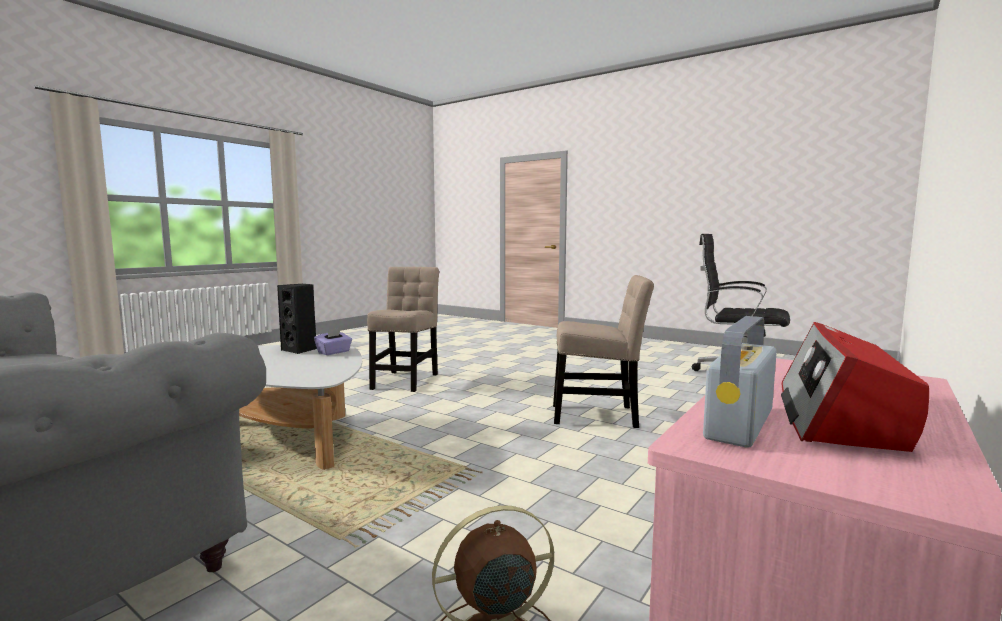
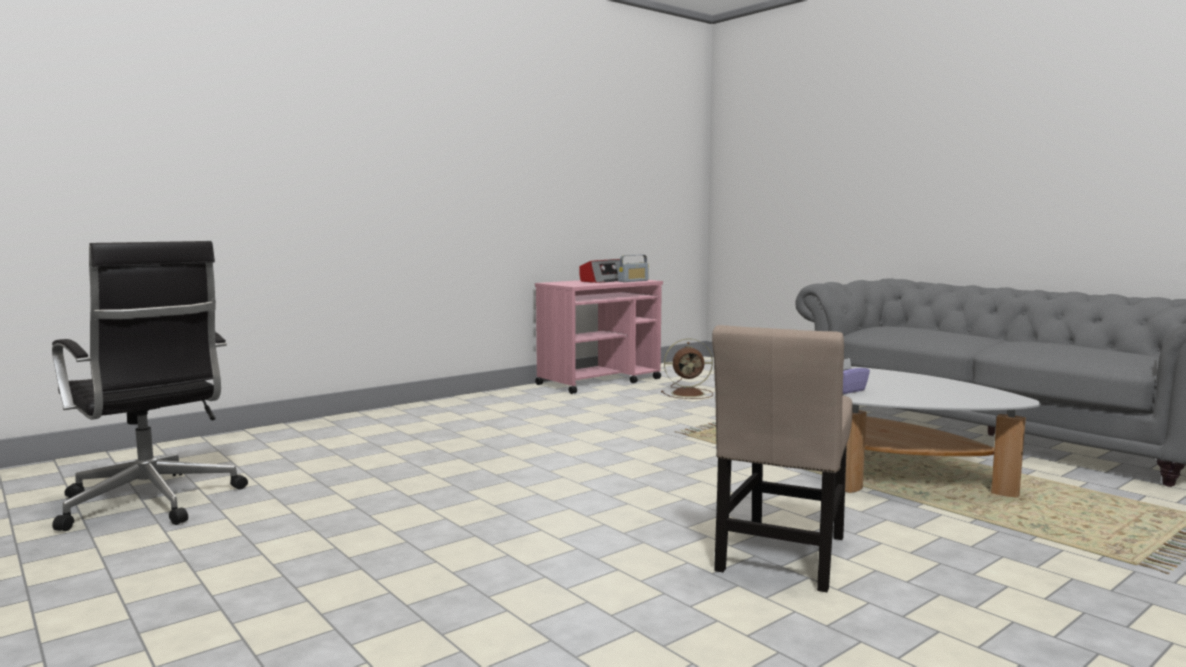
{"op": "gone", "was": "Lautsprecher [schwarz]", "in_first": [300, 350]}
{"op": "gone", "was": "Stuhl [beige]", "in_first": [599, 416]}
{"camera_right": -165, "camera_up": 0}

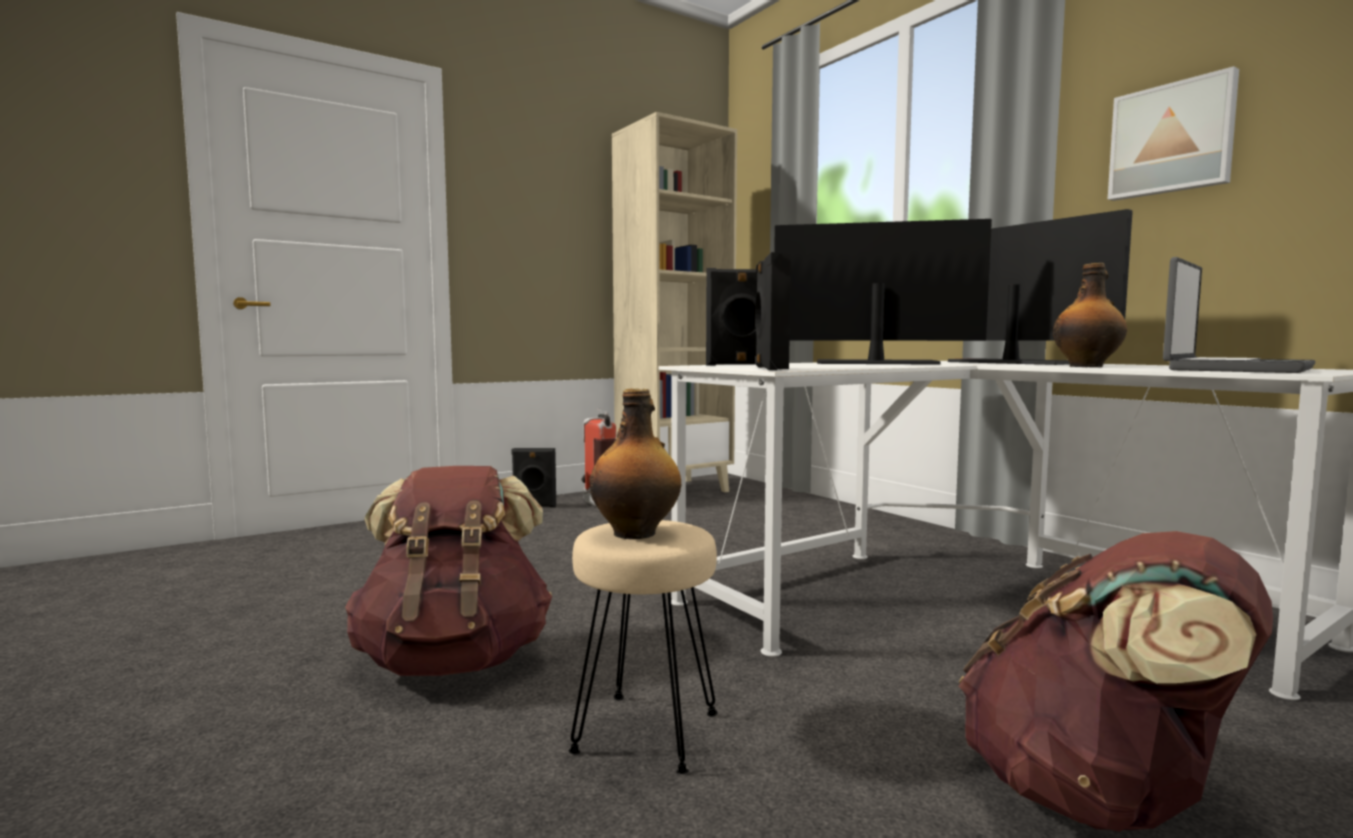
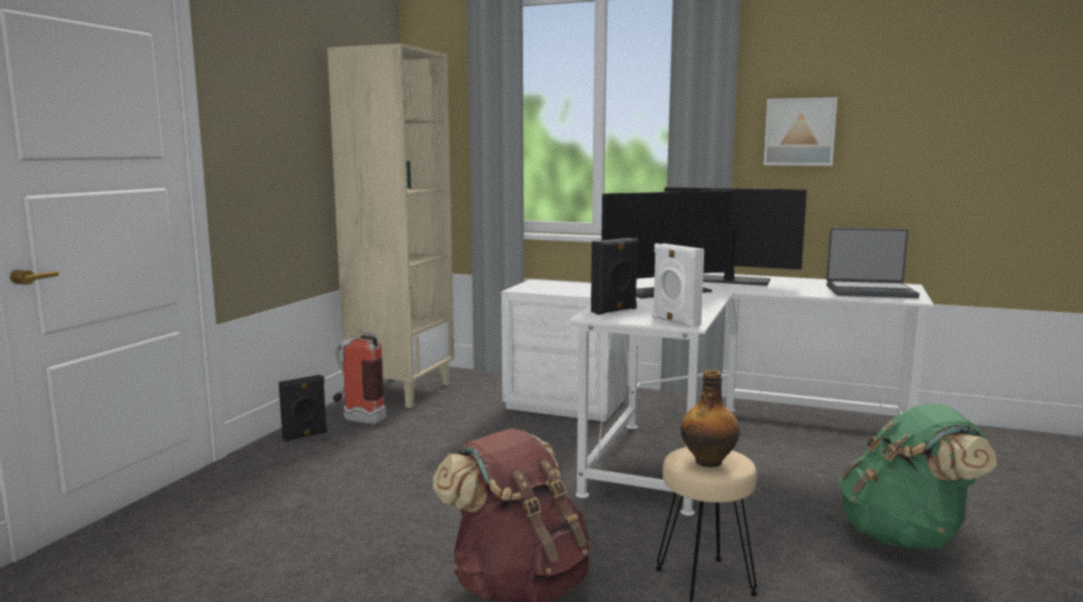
{"op": "repainted", "was": "Lautsprecher [schwarz]", "now": "Lautsprecher [weiß]", "in_first": [769, 368], "in_second": [674, 322]}
{"op": "repainted", "was": "Rucksack [braun]", "now": "Rucksack [grün]", "in_first": [1099, 797], "in_second": [905, 537]}
{"op": "gone", "was": "Flasche", "in_first": [1087, 366]}
{"op": "rotated", "was": "Laptop", "in_first": [1234, 369], "in_second": [870, 291], "clockwise": 90}
{"op": "new", "now": "Nachttisch [weiß]", "in_second": [566, 403]}
{"camera_right": -35, "camera_up": 5}

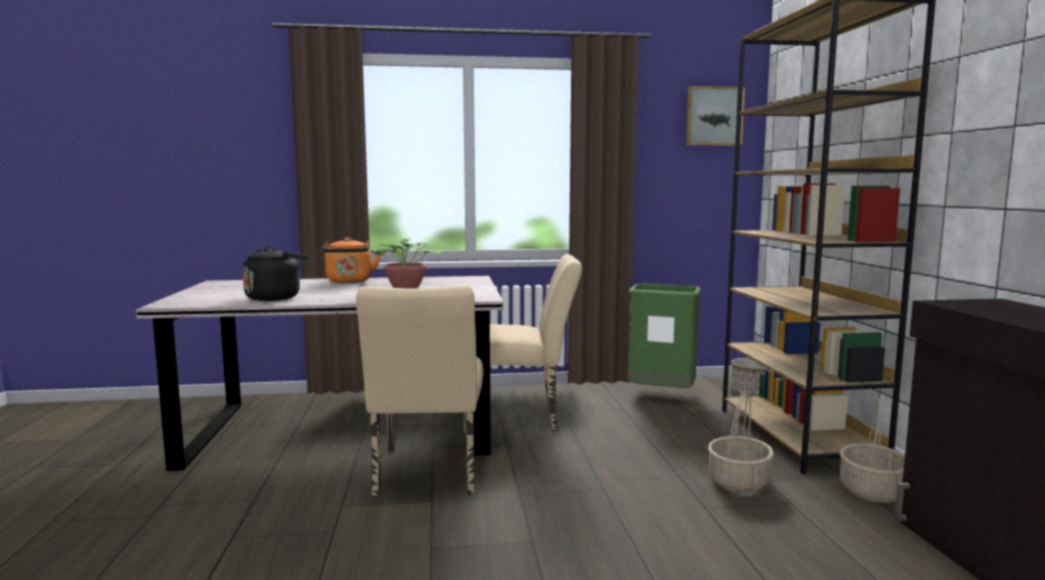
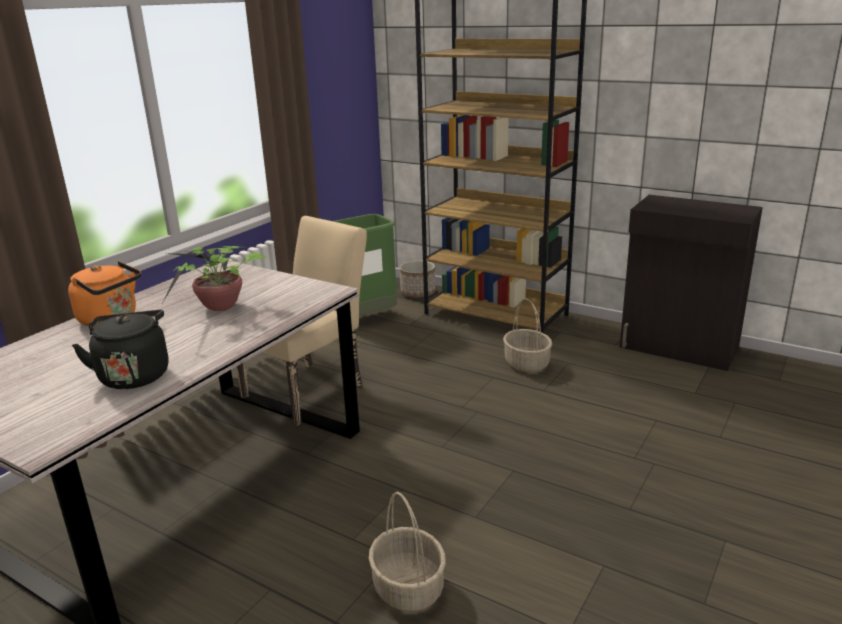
{"op": "gone", "was": "Stuhl [beige]", "in_first": [427, 475]}
{"op": "gone", "was": "Bild", "in_first": [713, 116]}
{"op": "shifted", "was": "Korb", "in_first": [871, 491], "in_second": [407, 587]}
{"camera_right": -50, "camera_up": 15}

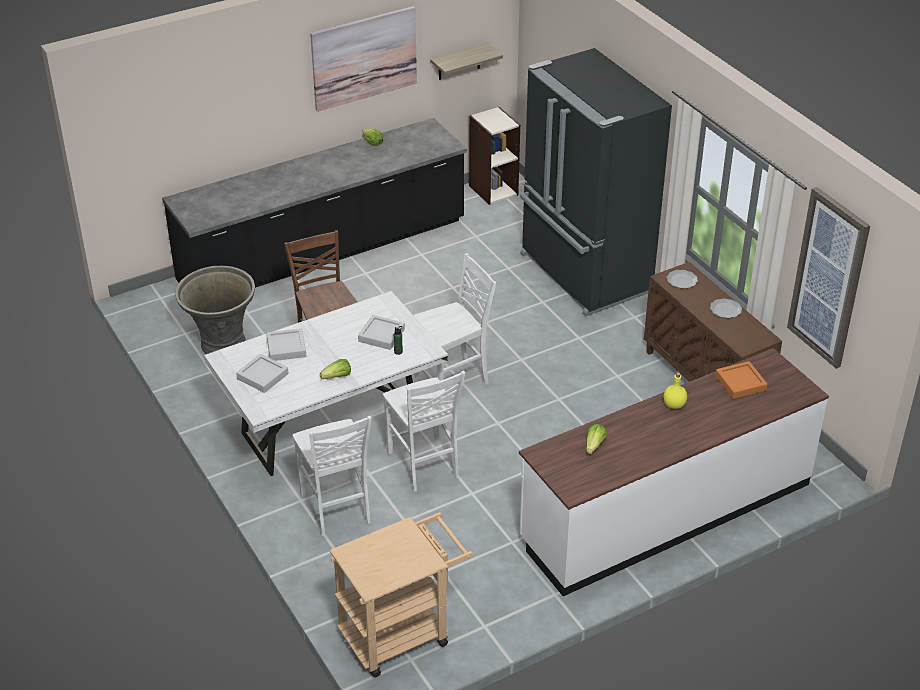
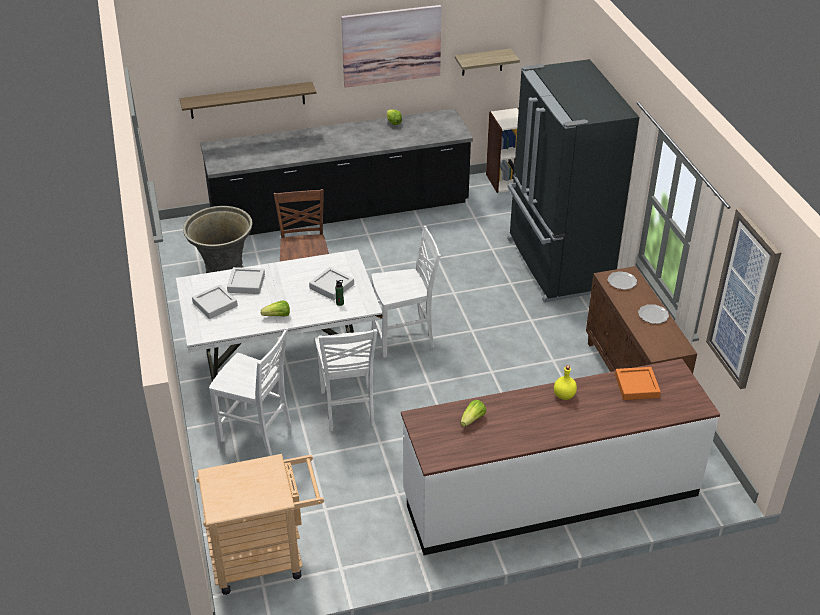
{"op": "rotated", "was": "Stuhl [weiß]", "in_first": [336, 509], "in_second": [257, 433], "clockwise": -60}
{"op": "new", "now": "Wandregal", "in_second": [247, 100]}
{"camera_right": 15, "camera_up": 0}

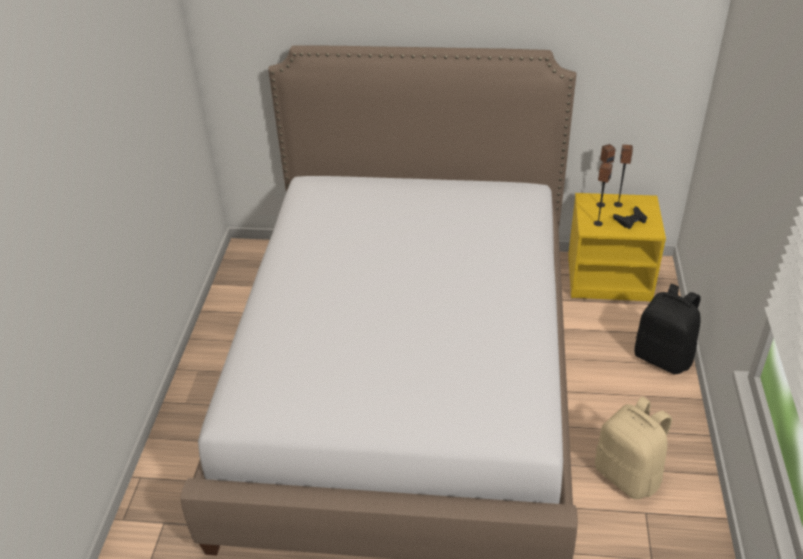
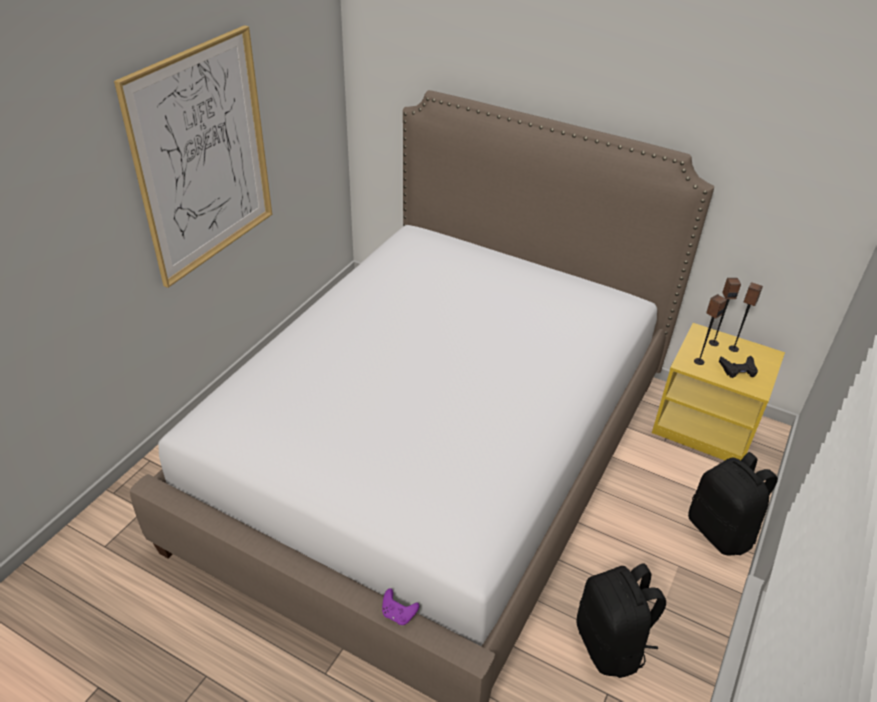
{"op": "repainted", "was": "Rucksack [beige]", "now": "Rucksack [schwarz]", "in_first": [629, 475], "in_second": [611, 645]}
{"op": "new", "now": "Bild", "in_second": [203, 157]}
{"op": "new", "now": "Gamepad [lila]", "in_second": [398, 614]}
{"camera_right": 20, "camera_up": 0}

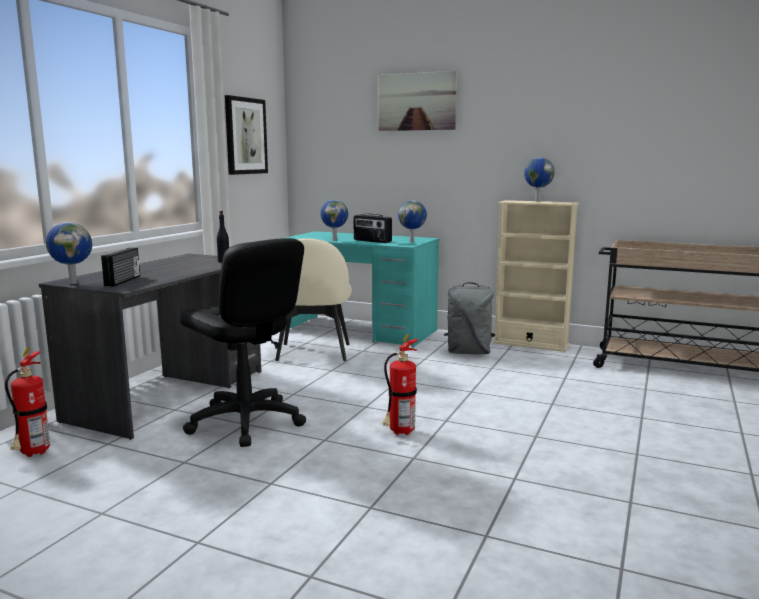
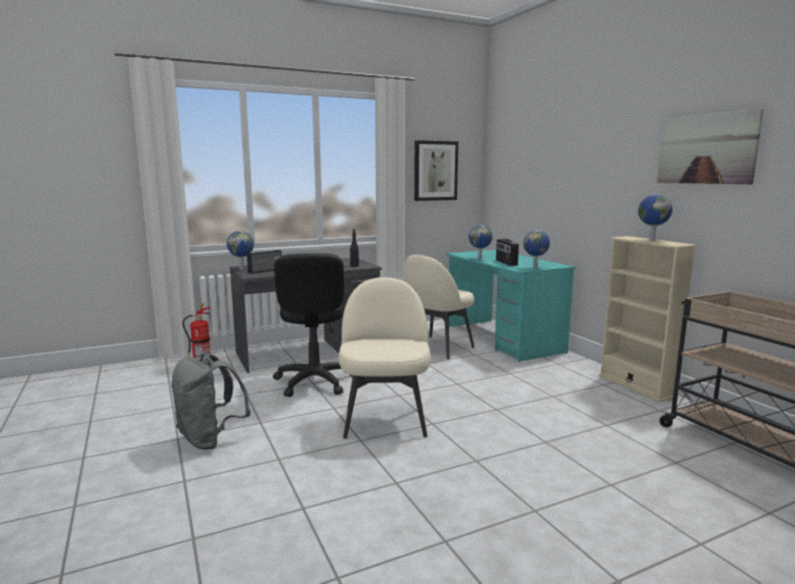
{"op": "shifted", "was": "Bild", "in_first": [416, 102], "in_second": [706, 149]}
{"op": "swapped", "was": "Feuerlöscher", "now": "Stuhl [beige]", "in_first": [399, 433], "in_second": [385, 420]}
{"op": "shifted", "was": "Rucksack [grau]", "in_first": [469, 352], "in_second": [210, 439]}
{"camera_right": 40, "camera_up": 0}

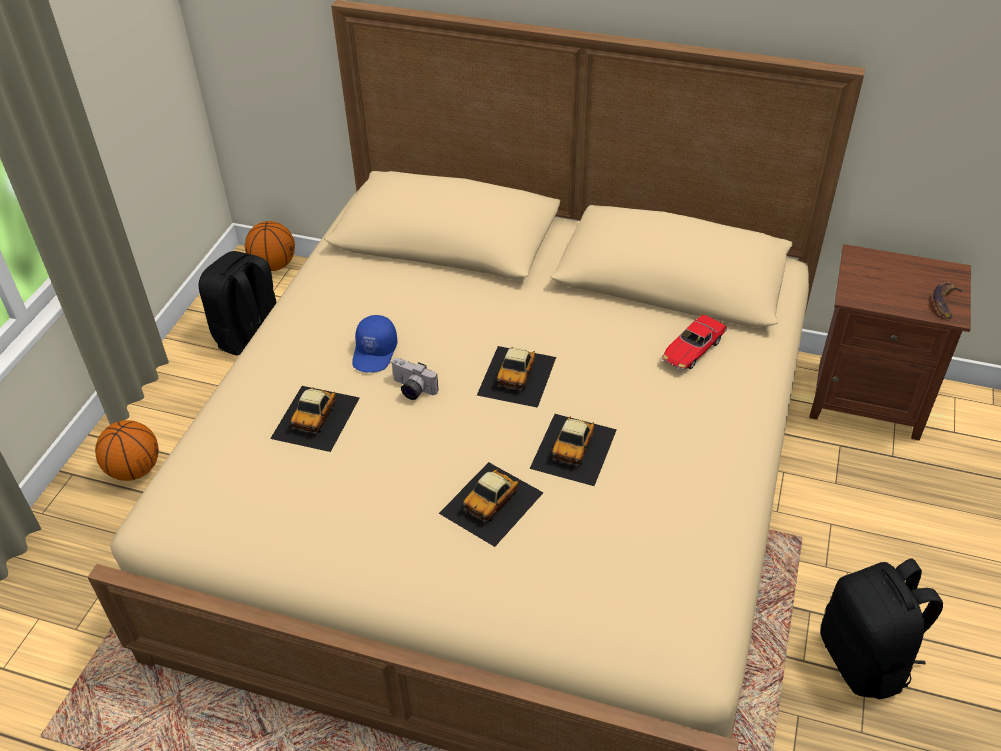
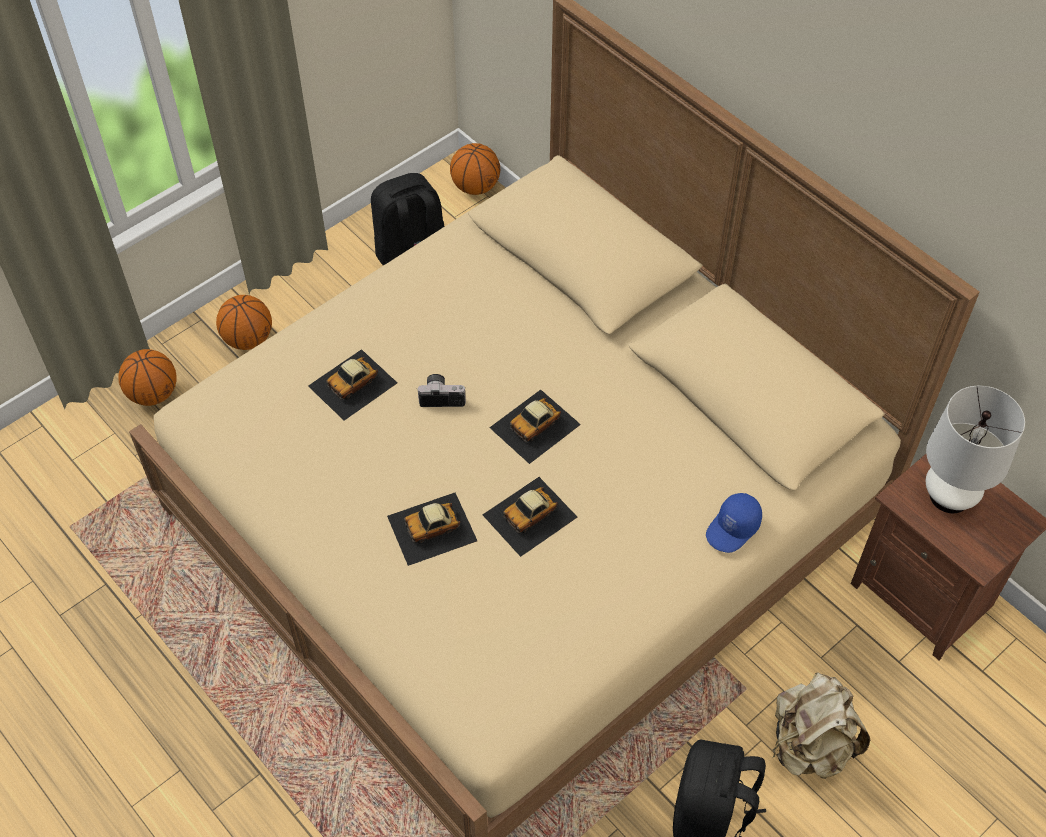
{"op": "shifted", "was": "Kappe [blau]", "in_first": [375, 353], "in_second": [733, 529]}
{"op": "rotated", "was": "Kamera", "in_first": [411, 390], "in_second": [442, 396], "clockwise": 120}
{"op": "gone", "was": "Spielzeugauto", "in_first": [692, 350]}
{"op": "gone", "was": "Banane", "in_first": [945, 302]}
{"op": "new", "now": "Basketball", "in_second": [153, 394]}
{"op": "new", "now": "Rucksack [beige]", "in_second": [810, 745]}
{"op": "new", "now": "Tischlampe [weiß]", "in_second": [949, 496]}
{"camera_right": 30, "camera_up": 10}

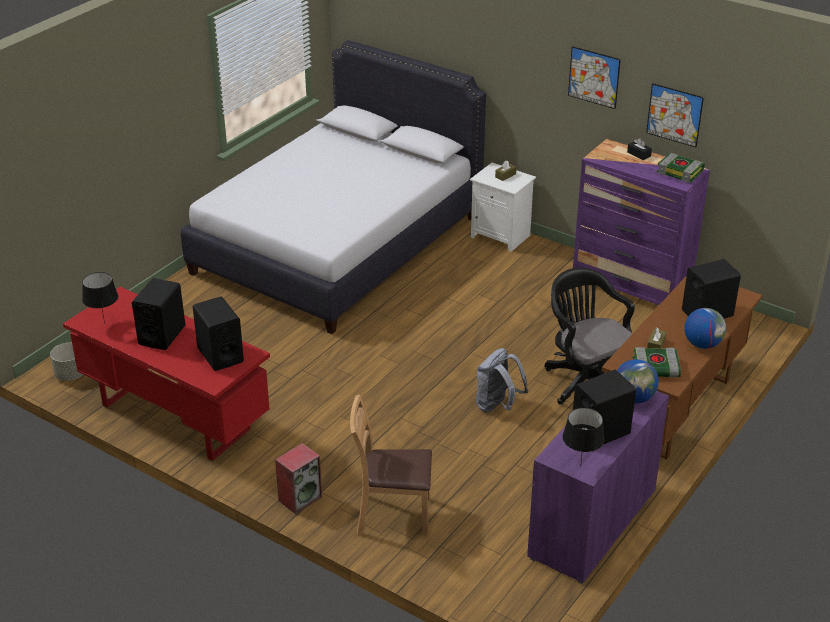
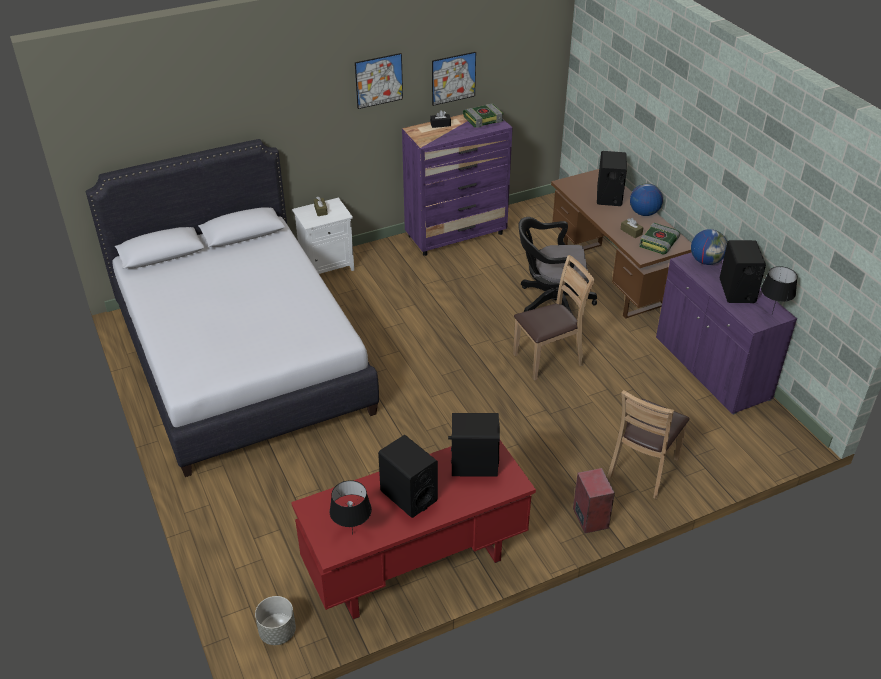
{"op": "swapped", "was": "Rucksack [grau]", "now": "Stuhl [braun]", "in_first": [497, 406], "in_second": [548, 359]}
{"camera_right": -60, "camera_up": 5}

